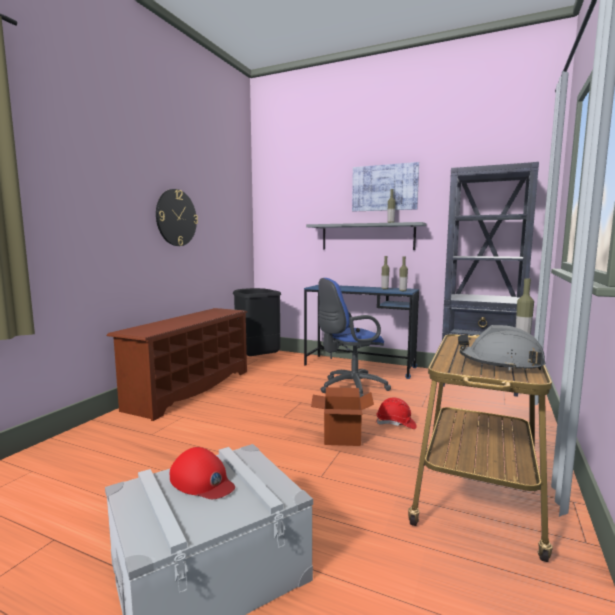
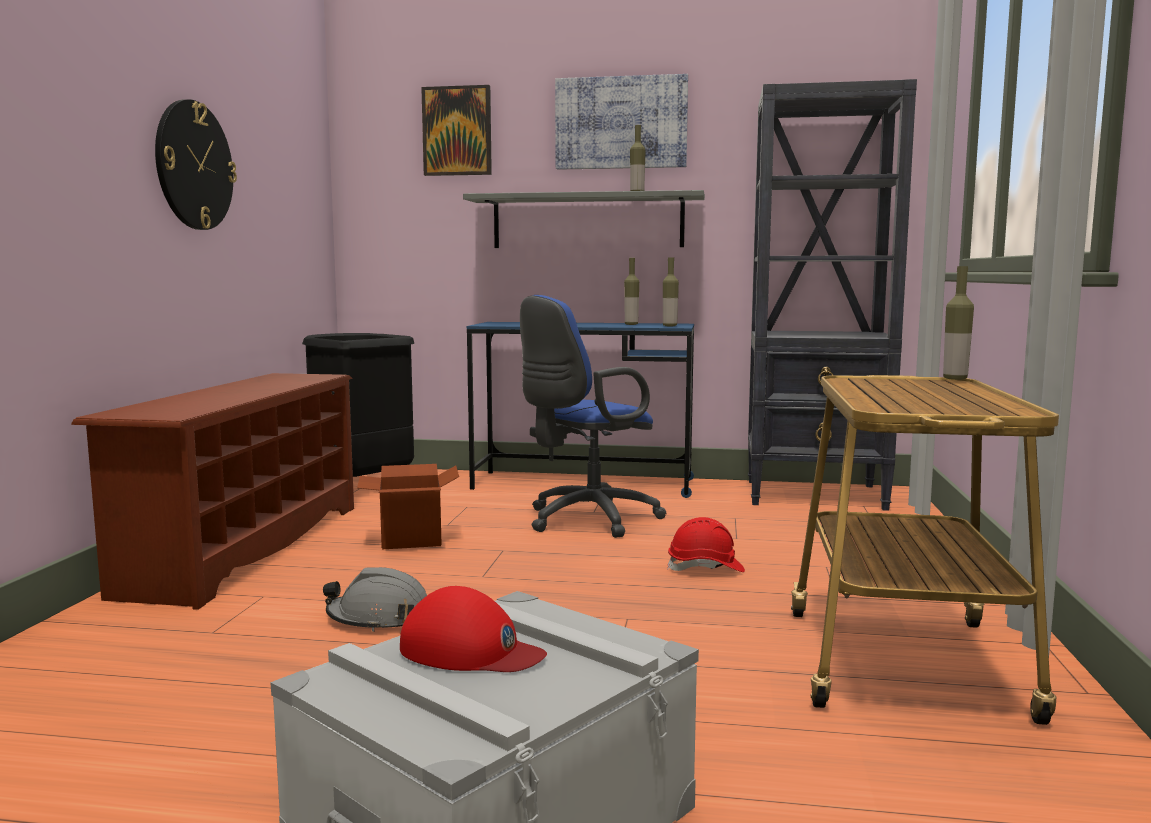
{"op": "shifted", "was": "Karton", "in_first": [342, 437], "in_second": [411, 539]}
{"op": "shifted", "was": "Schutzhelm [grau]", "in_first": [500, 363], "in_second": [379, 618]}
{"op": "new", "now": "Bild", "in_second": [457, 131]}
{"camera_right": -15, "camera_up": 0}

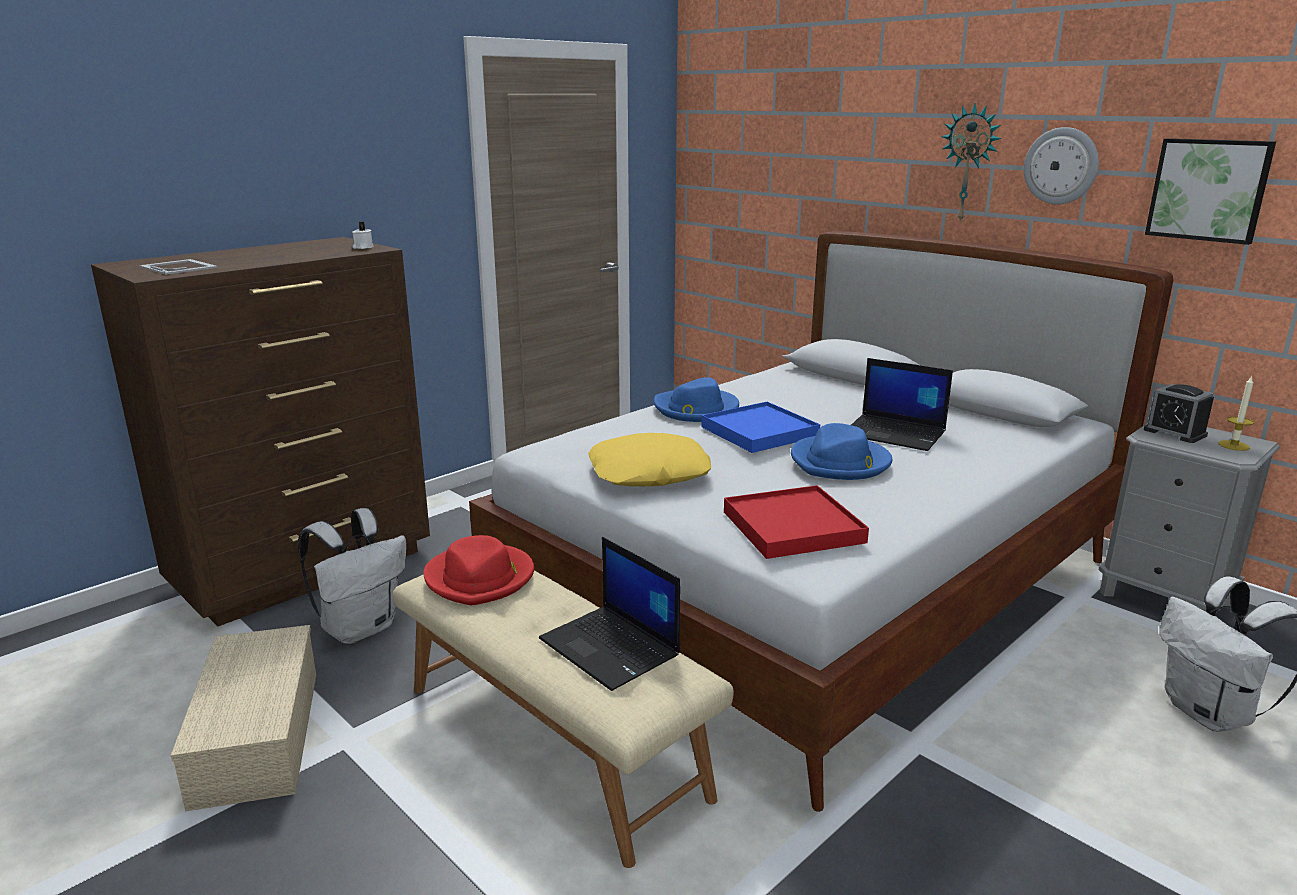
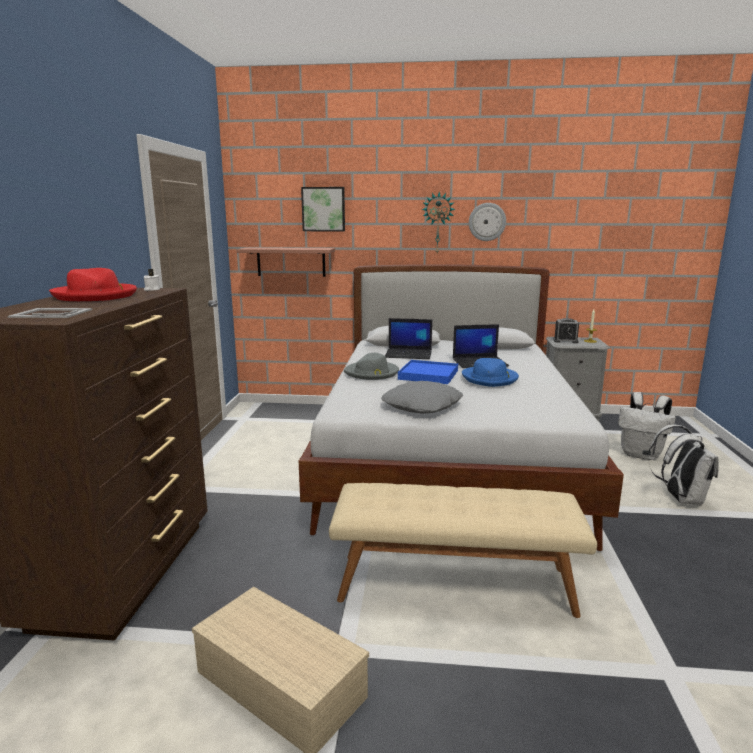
{"op": "shifted", "was": "Rucksack [weiß]", "in_first": [361, 628], "in_second": [680, 498]}
{"op": "shifted", "was": "Hut [rot]", "in_first": [480, 578], "in_second": [96, 296]}
{"op": "shifted", "was": "Laptop", "in_first": [611, 648], "in_second": [409, 354]}
{"op": "repainted", "was": "Kissen [gelb]", "now": "Kissen [grau]", "in_first": [649, 473], "in_second": [422, 406]}
{"op": "repainted", "was": "Hut [blau]", "now": "Hut [grau]", "in_first": [696, 409], "in_second": [372, 373]}
{"op": "gone", "was": "Tablett [rot]", "in_first": [792, 527]}
{"op": "shifted", "was": "Bild", "in_first": [1209, 190], "in_second": [323, 209]}
{"op": "new", "now": "Wandregal", "in_second": [291, 262]}
{"camera_right": -40, "camera_up": -5}

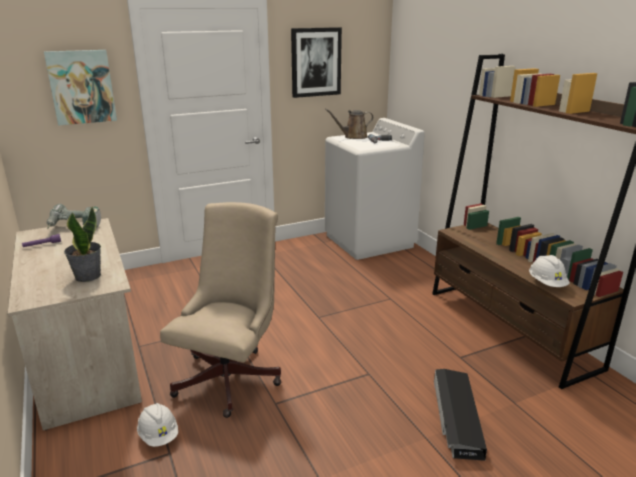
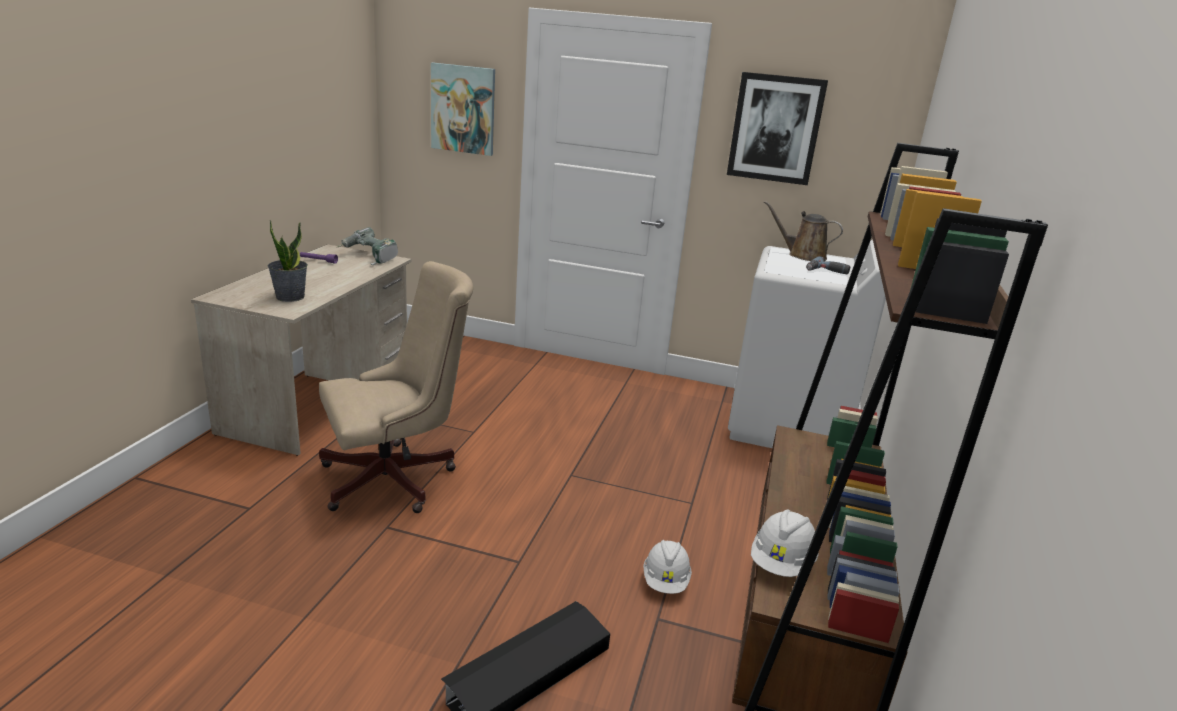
{"op": "shifted", "was": "Schutzhelm [weiß]", "in_first": [159, 435], "in_second": [665, 581]}
{"camera_right": 40, "camera_up": 0}

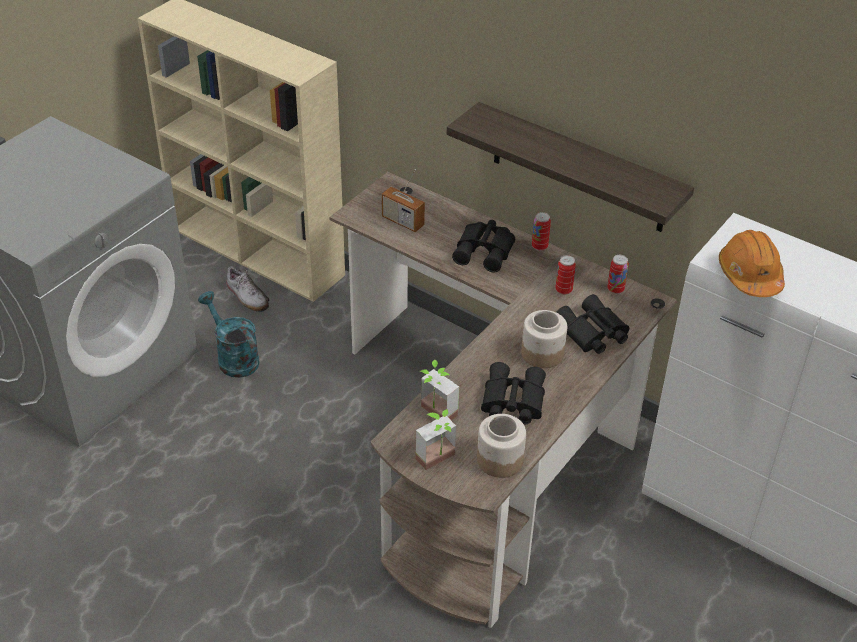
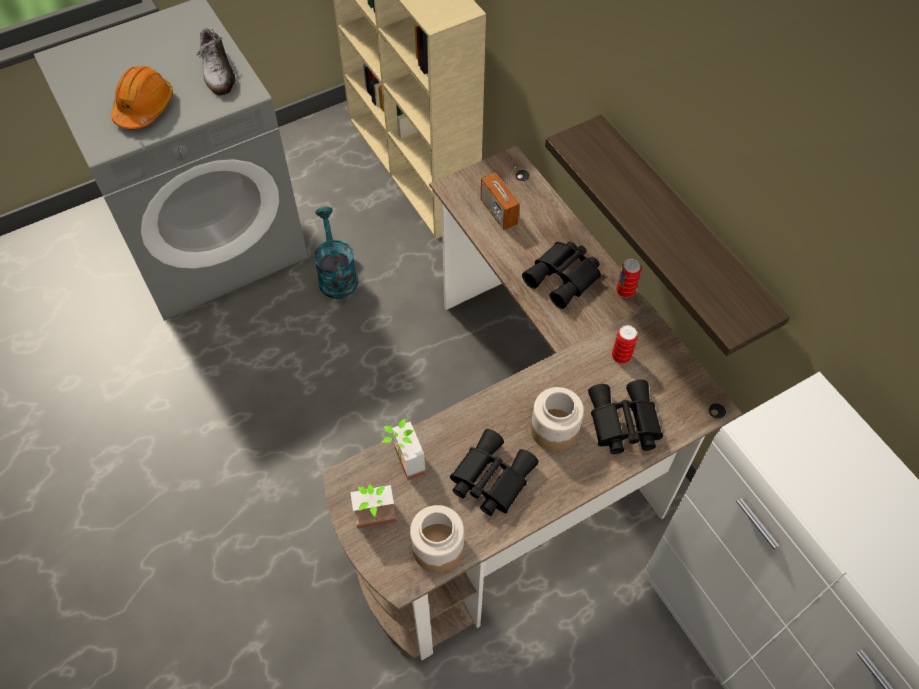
{"op": "shifted", "was": "Schuh", "in_first": [247, 296], "in_second": [217, 72]}
{"op": "gone", "was": "Dose", "in_first": [615, 289]}
{"op": "shifted", "was": "Schutzhelm [orange]", "in_first": [749, 275], "in_second": [144, 107]}
{"camera_right": 25, "camera_up": 15}

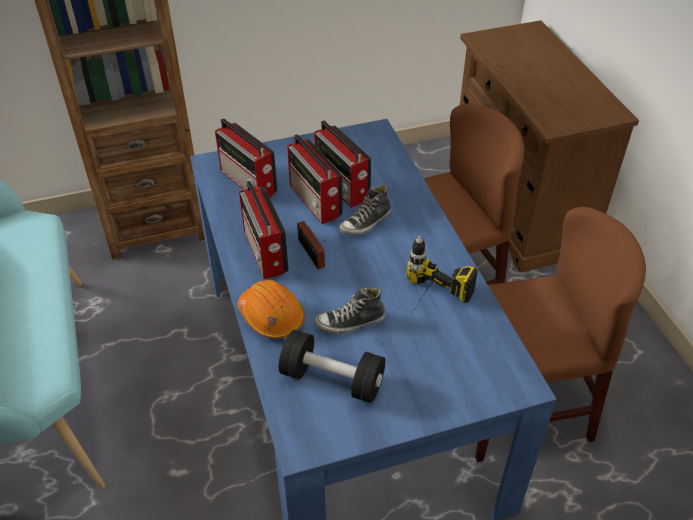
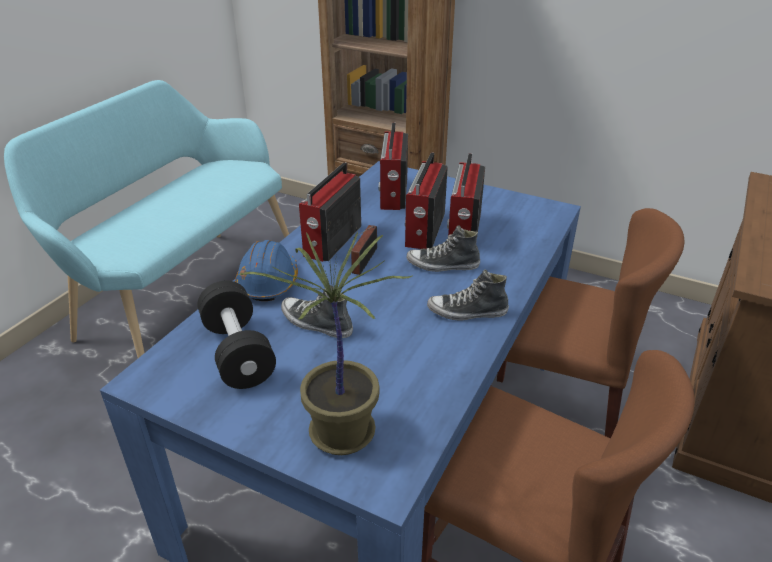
{"op": "repainted", "was": "Schutzhelm [orange]", "now": "Schutzhelm [blau]", "in_first": [271, 317], "in_second": [268, 282]}
{"op": "gone", "was": "Bohrmaschine", "in_first": [428, 304]}
{"op": "new", "now": "Topfpflanze", "in_second": [339, 431]}
{"op": "new", "now": "Schuh", "in_second": [467, 312]}
{"camera_right": 45, "camera_up": -10}

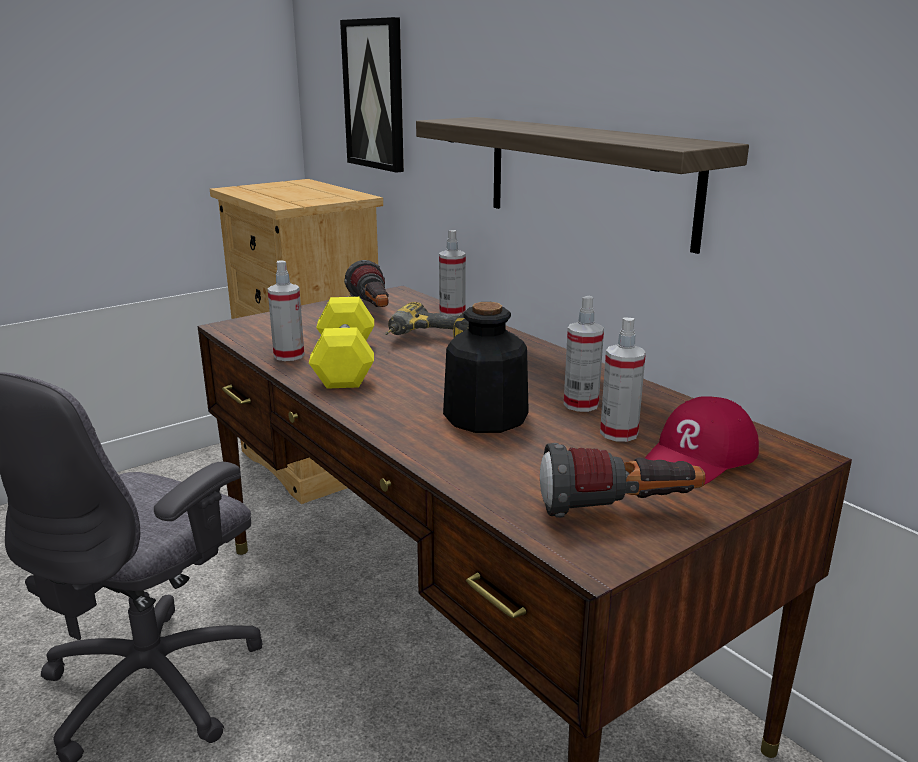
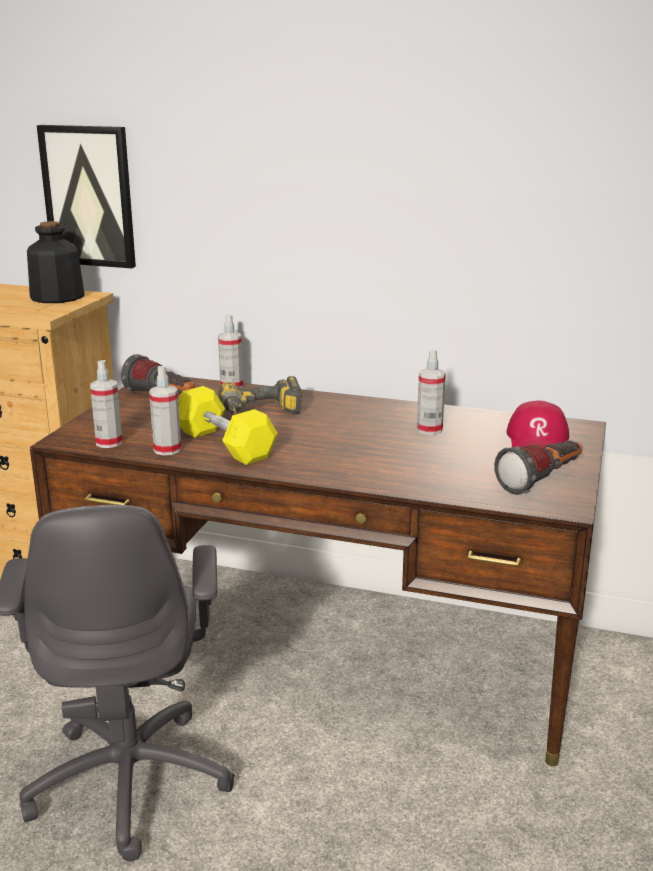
{"op": "gone", "was": "Wandregal", "in_first": [587, 178]}
{"op": "shifted", "was": "Flasche", "in_first": [485, 417], "in_second": [57, 297]}
{"op": "shifted", "was": "Sprühflasche", "in_first": [619, 433], "in_second": [109, 442]}
{"camera_right": -35, "camera_up": 0}

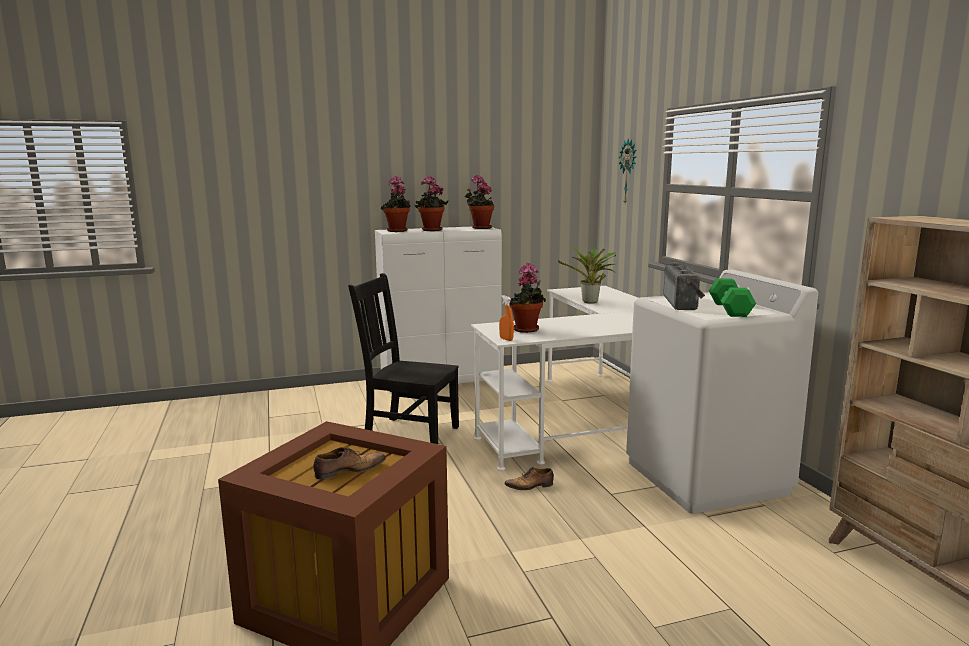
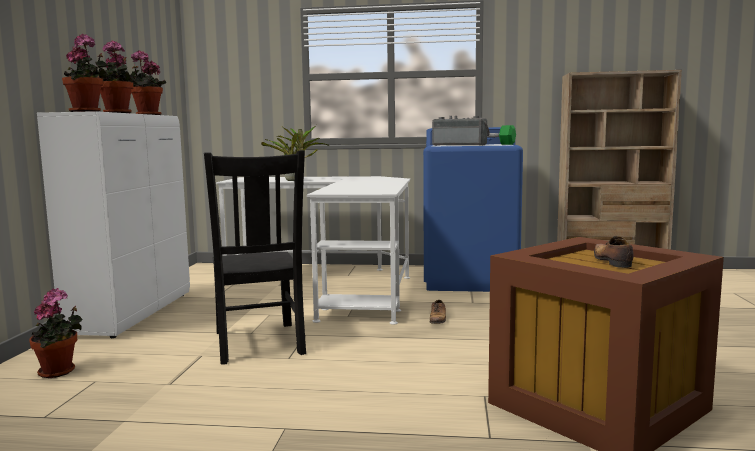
{"op": "rotated", "was": "Stuhl [schwarz]", "in_first": [409, 433], "in_second": [259, 344], "clockwise": -60}
{"op": "gone", "was": "Sprühflasche [orange]", "in_first": [506, 339]}
{"op": "shifted", "was": "Topfpflanze", "in_first": [527, 330], "in_second": [60, 372]}
{"op": "gone", "was": "Wanduhr", "in_first": [629, 172]}
{"op": "repainted", "was": "Waschmaschine [weiß]", "now": "Waschmaschine [blau]", "in_first": [706, 478], "in_second": [470, 280]}
{"camera_right": -65, "camera_up": -5}

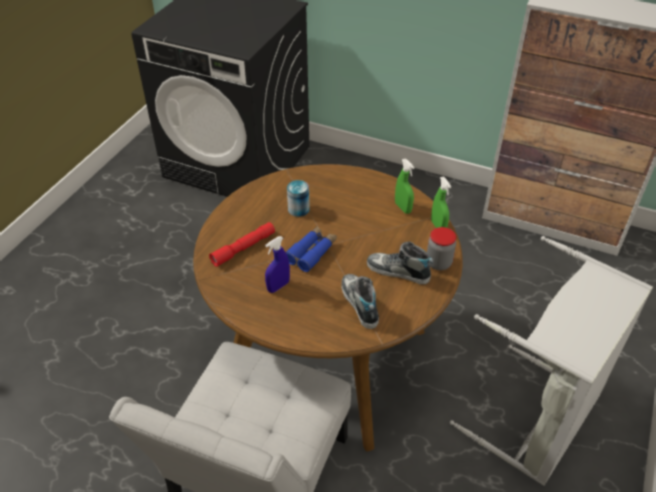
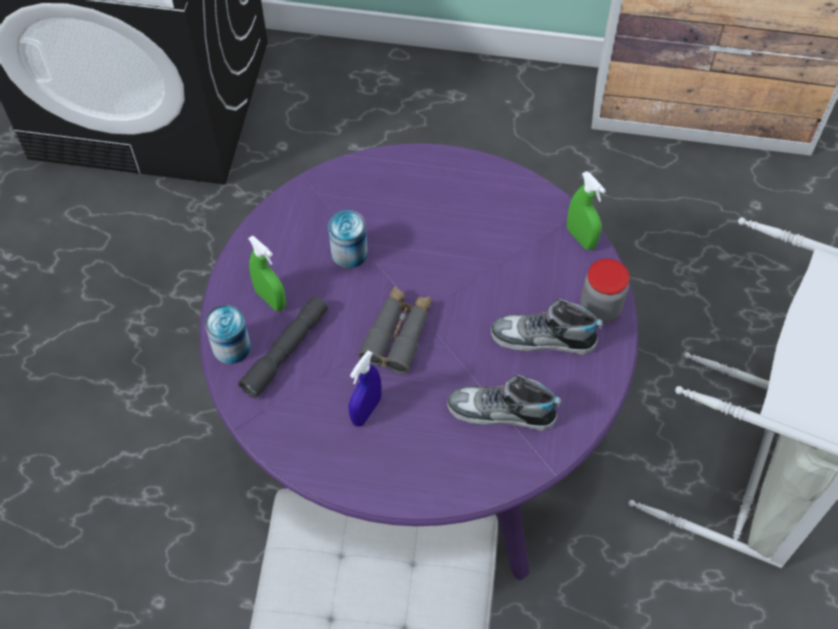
{"op": "repainted", "was": "Esstisch [braun]", "now": "Esstisch [lila]", "in_first": [328, 360], "in_second": [419, 443]}
{"op": "repainted", "was": "Taschenlampe [rot]", "now": "Taschenlampe [grau]", "in_first": [243, 248], "in_second": [285, 351]}
{"op": "repainted", "was": "Fernglas [blau]", "now": "Fernglas [grau]", "in_first": [311, 252], "in_second": [398, 334]}
{"op": "rotated", "was": "Schuh", "in_first": [359, 303], "in_second": [501, 412], "clockwise": -45}
{"op": "shifted", "was": "Sprühflasche [grün]", "in_first": [403, 208], "in_second": [270, 299]}
{"op": "new", "now": "Dose", "in_second": [231, 347]}
{"camera_right": -15, "camera_up": 15}

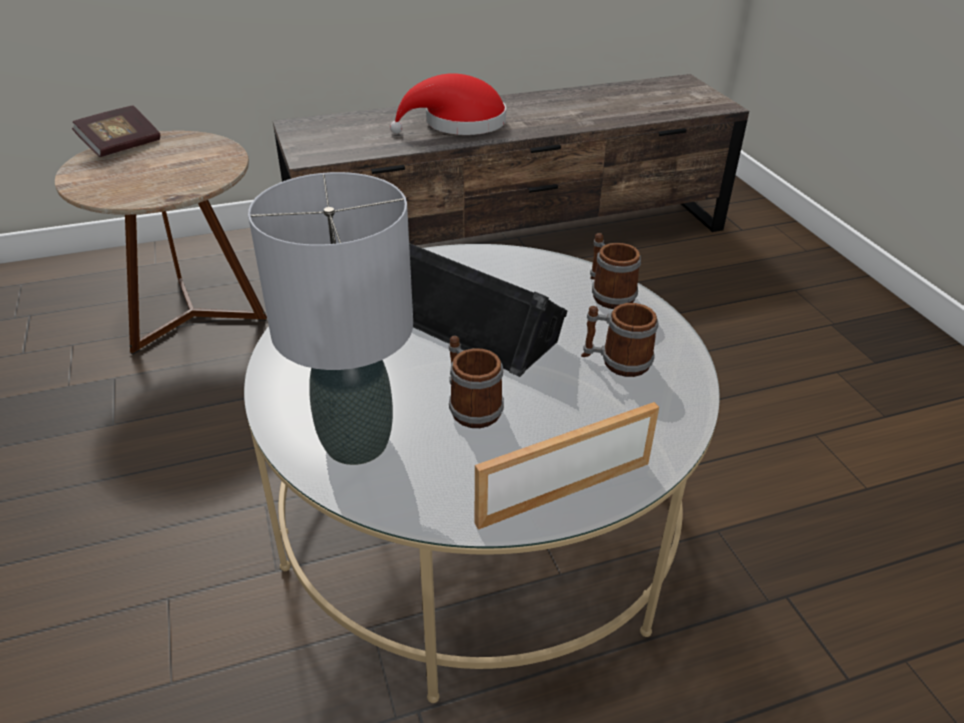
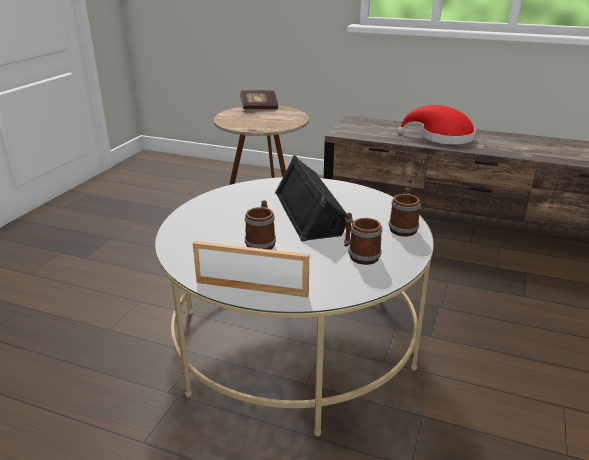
{"op": "gone", "was": "Tischlampe [grau]", "in_first": [357, 444]}
{"camera_right": 40, "camera_up": -10}

